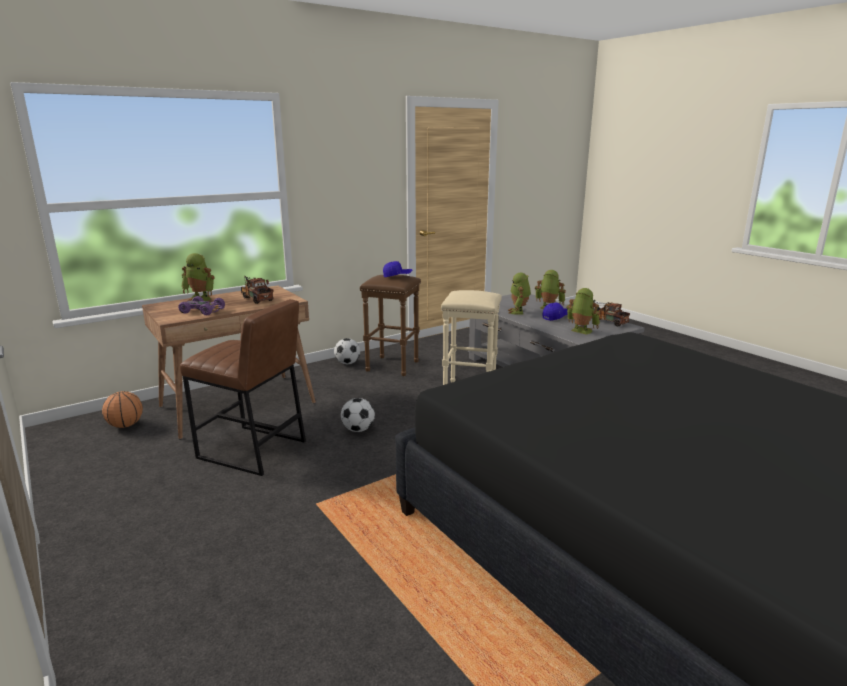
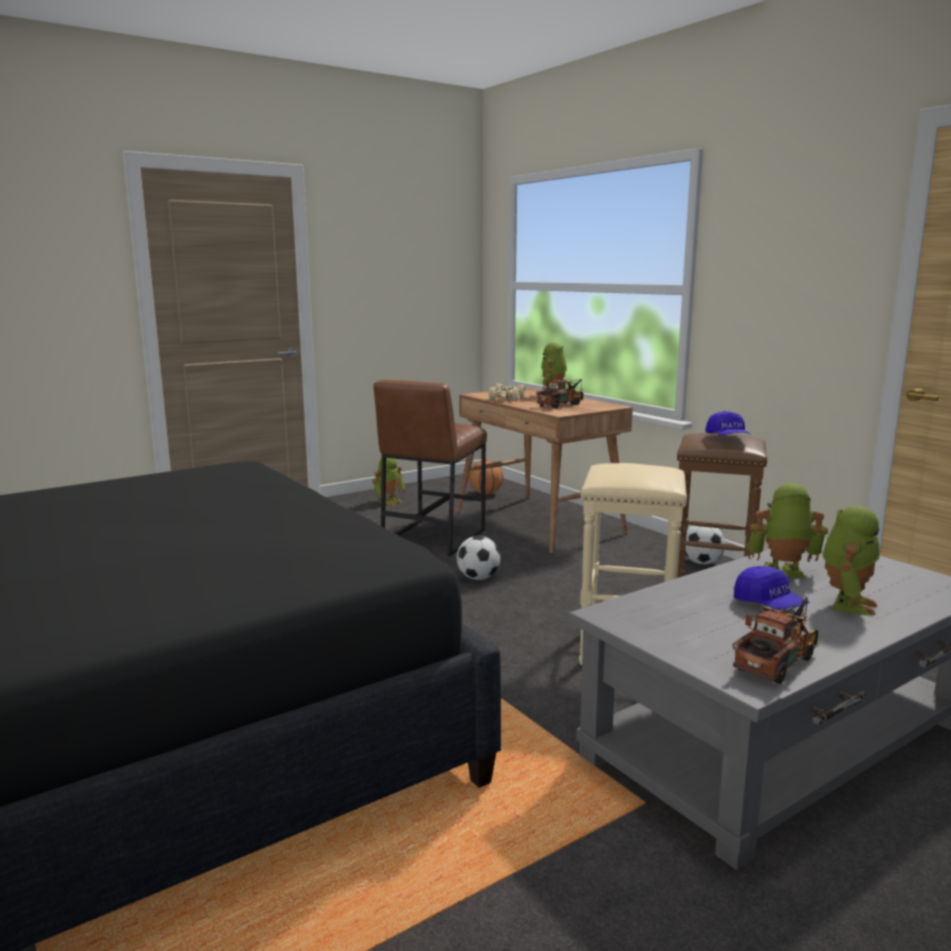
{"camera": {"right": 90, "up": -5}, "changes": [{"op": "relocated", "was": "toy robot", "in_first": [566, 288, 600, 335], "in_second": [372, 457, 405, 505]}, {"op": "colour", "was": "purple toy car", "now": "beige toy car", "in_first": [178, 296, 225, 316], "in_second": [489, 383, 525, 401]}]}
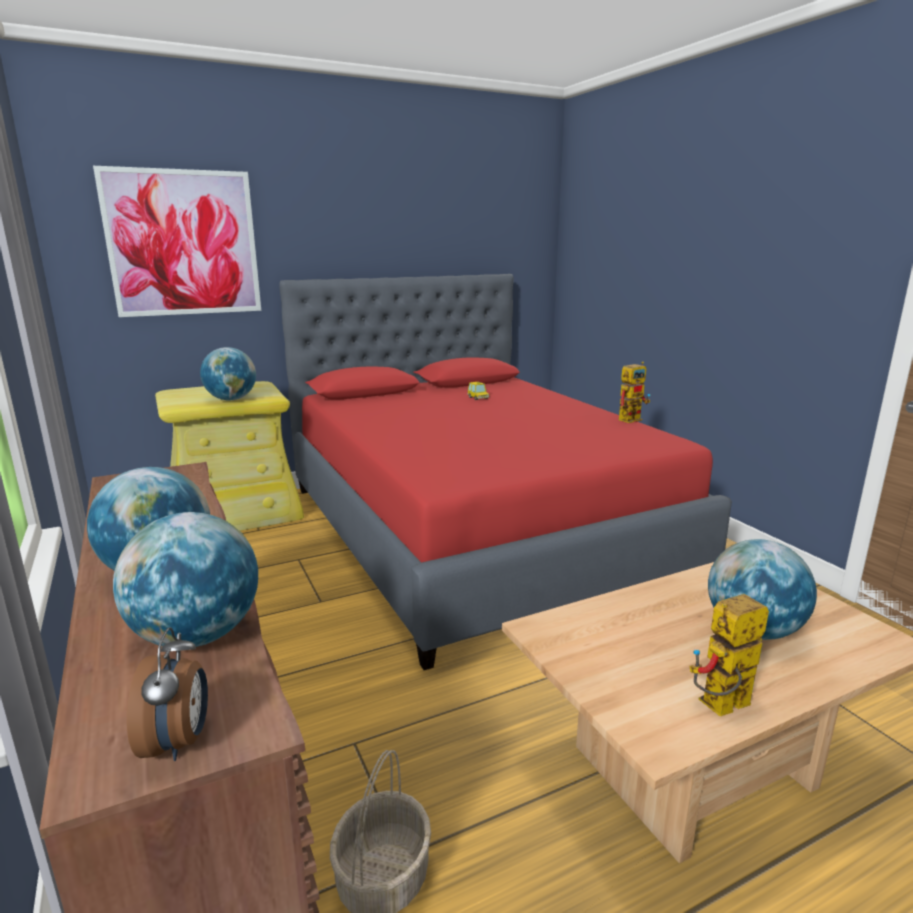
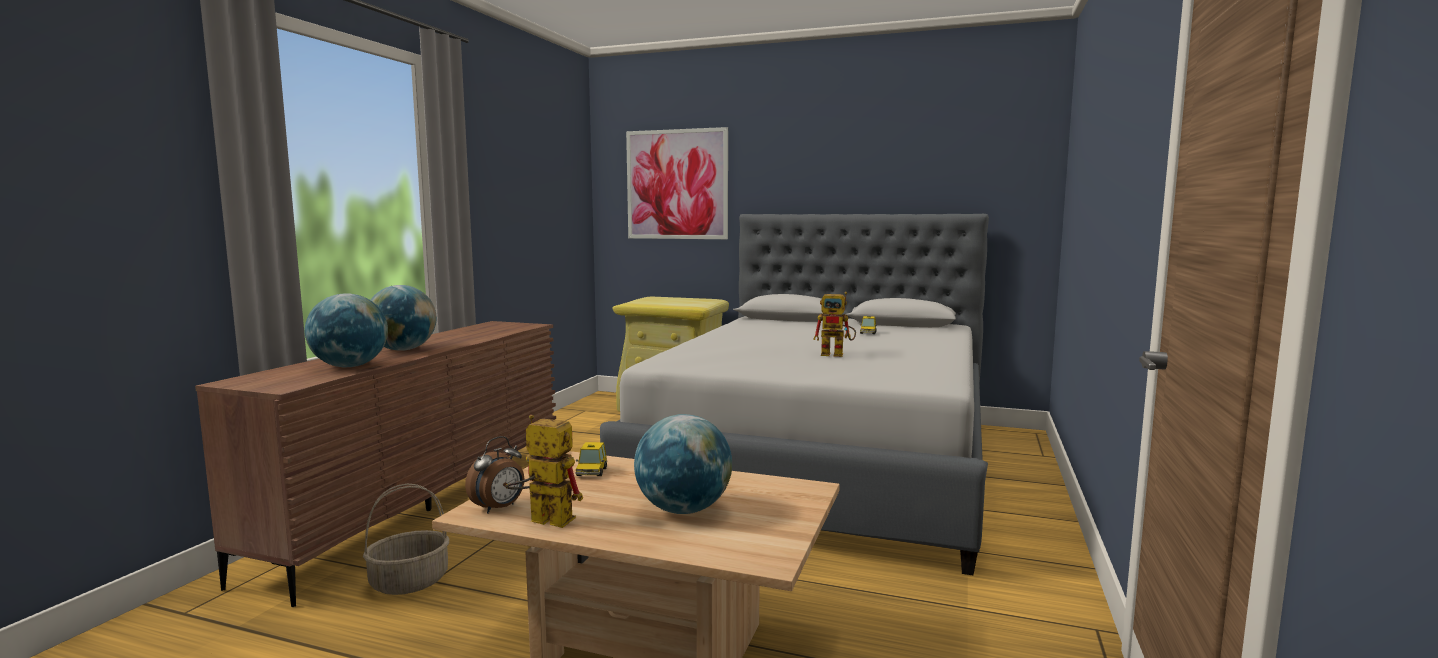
{"camera": {"right": 45, "up": -10}, "changes": [{"op": "relocated", "was": "alarm clock", "in_first": [127, 627, 208, 761], "in_second": [465, 436, 524, 514]}, {"op": "appeared", "now": "toy car", "in_second": [575, 442, 607, 476]}, {"op": "colour", "was": "red bed", "now": "grey bed", "in_first": [279, 274, 732, 670], "in_second": [600, 214, 989, 575]}, {"op": "relocated", "was": "toy robot", "in_first": [618, 362, 650, 423], "in_second": [813, 292, 856, 357]}, {"op": "missing", "was": "globe", "in_first": [200, 347, 256, 400]}]}
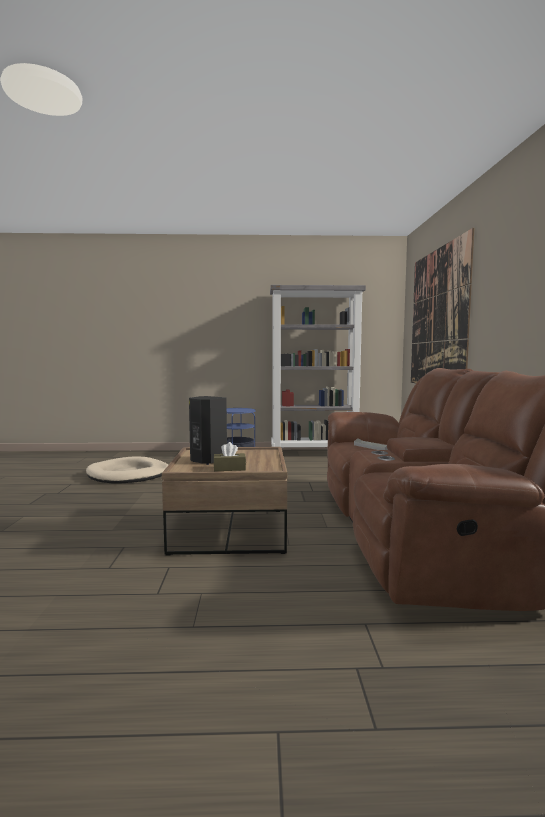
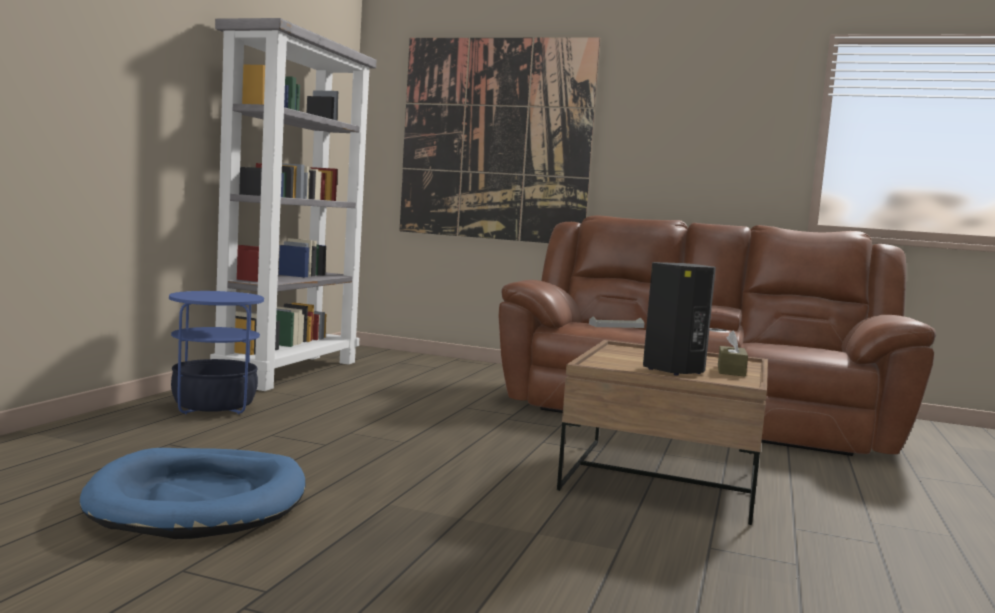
{"camera": {"right": -70, "up": 0}, "changes": [{"op": "colour", "was": "beige dog bed", "now": "blue dog bed", "in_first": [86, 456, 168, 484], "in_second": [80, 448, 305, 539]}]}
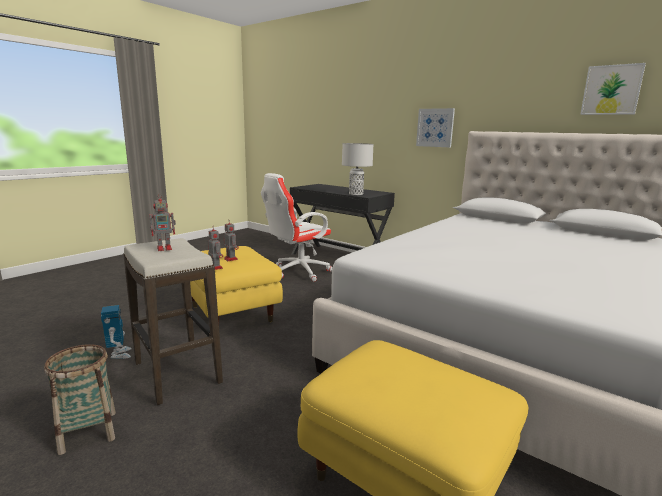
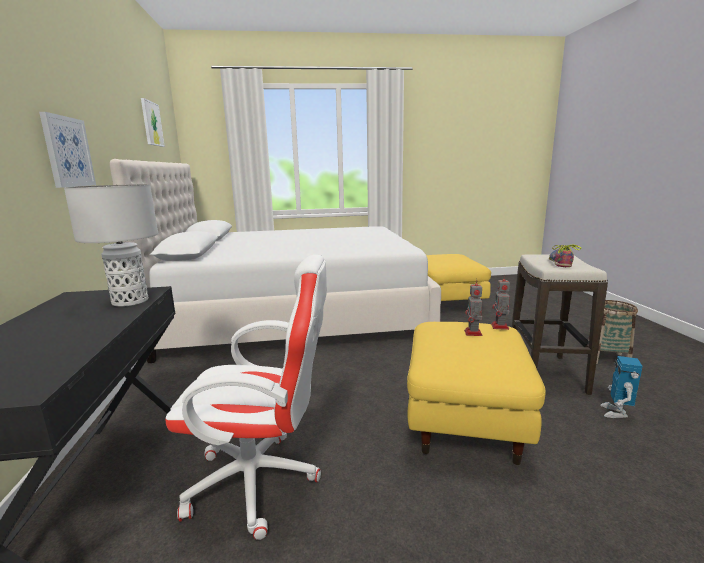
{"camera": {"right": -135, "up": 0}, "changes": [{"op": "exchanged", "was": "toy robot", "now": "shoe", "in_first": [149, 194, 176, 251], "in_second": [549, 245, 582, 267]}]}
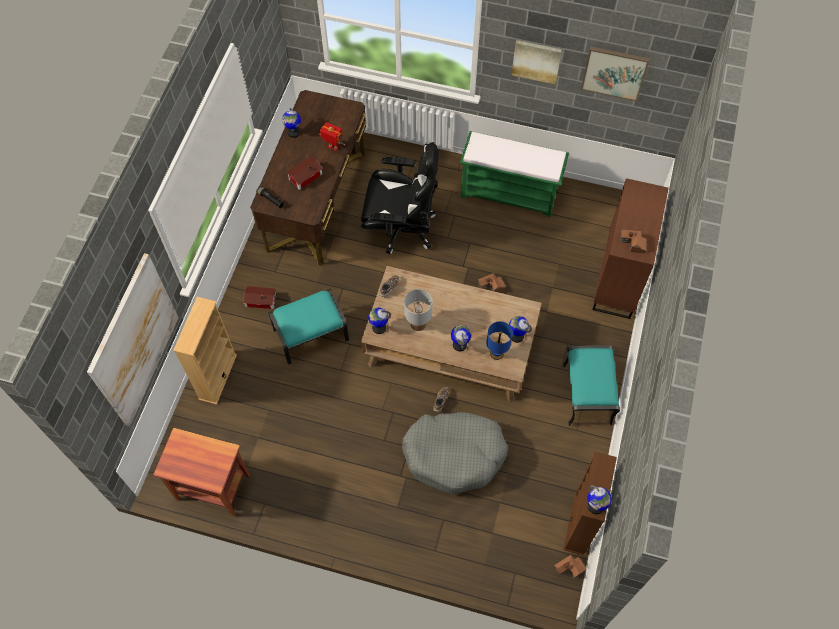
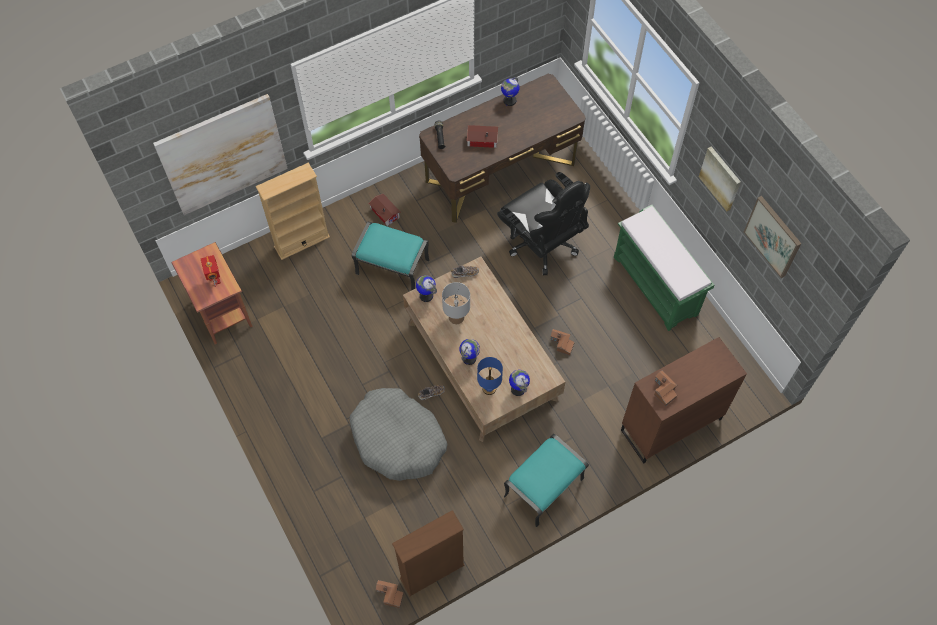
{"camera": {"right": 45, "up": 0}, "changes": [{"op": "relocated", "was": "toy robot", "in_first": [319, 122, 345, 151], "in_second": [201, 255, 221, 287]}, {"op": "missing", "was": "globe", "in_first": [588, 485, 612, 514]}]}
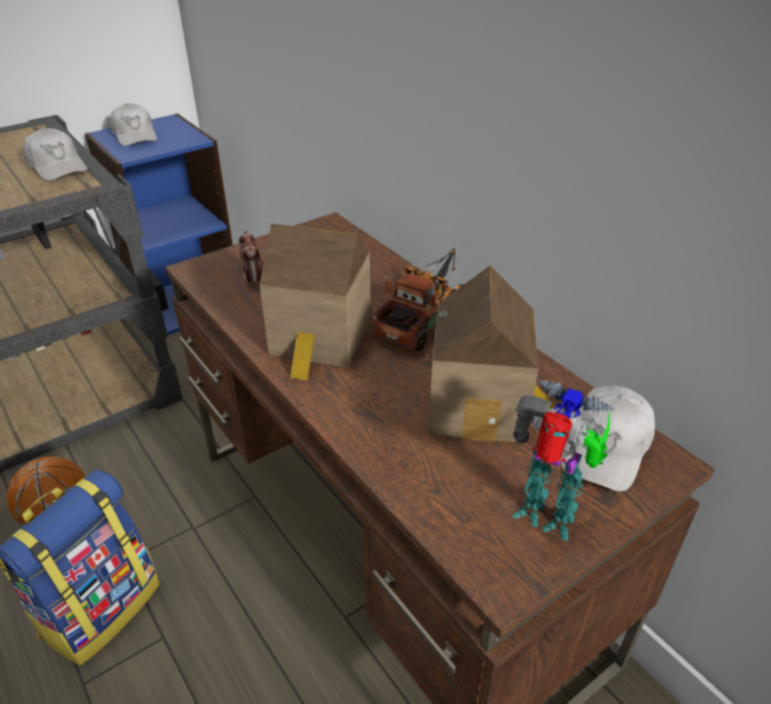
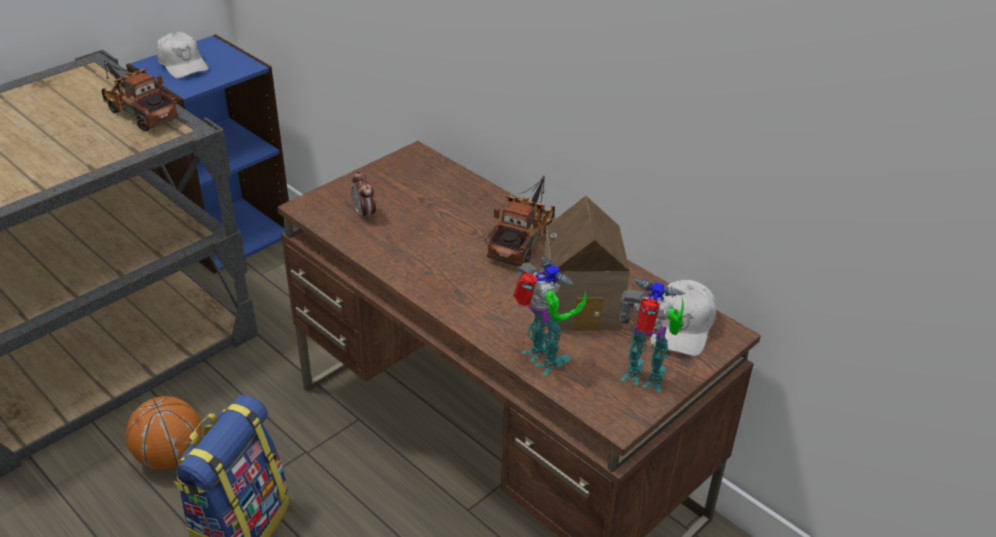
{"camera": {"right": -10, "up": 0}, "changes": [{"op": "exchanged", "was": "white cap", "now": "toy truck", "in_first": [23, 128, 88, 181], "in_second": [102, 61, 179, 131]}, {"op": "appeared", "now": "toy robot", "in_second": [513, 257, 587, 375]}, {"op": "missing", "was": "toy house", "in_first": [259, 224, 371, 380]}]}
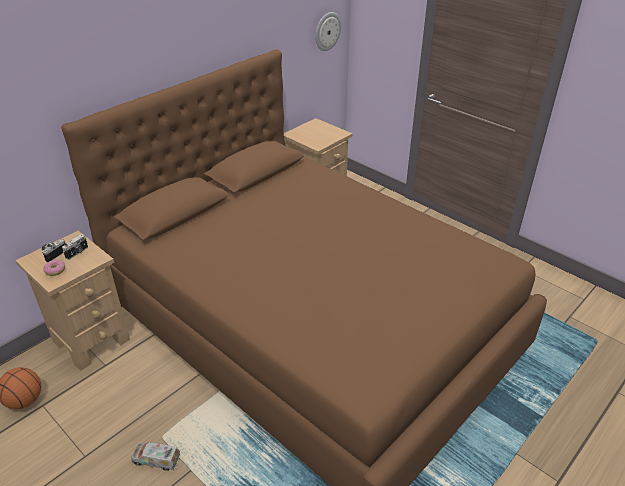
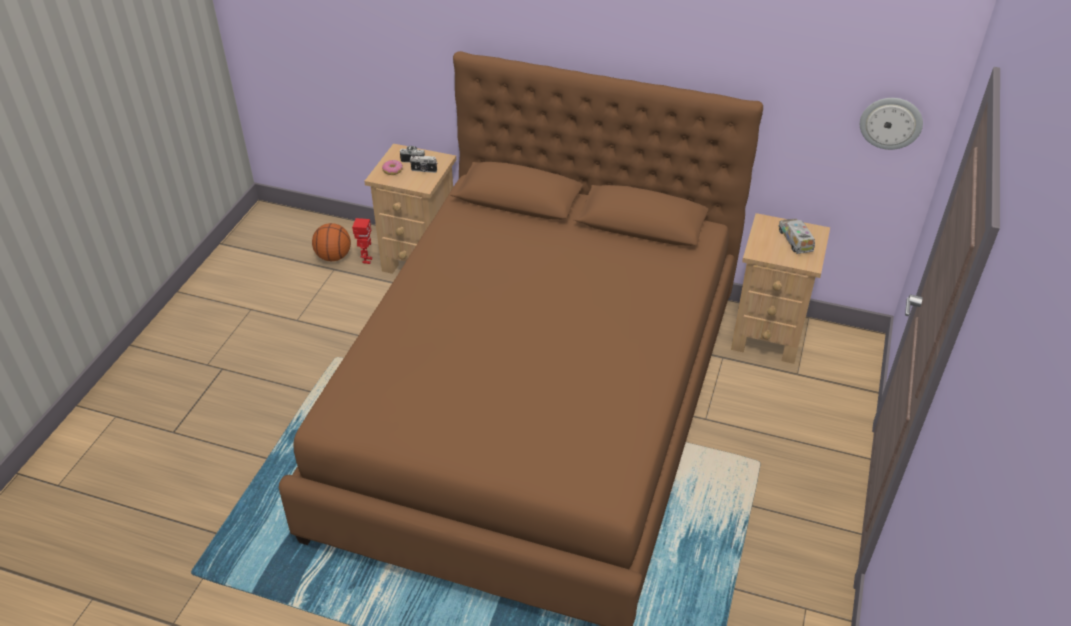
{"camera": {"right": 65, "up": 5}, "changes": [{"op": "appeared", "now": "toy robot", "in_second": [352, 218, 373, 264]}, {"op": "relocated", "was": "toy truck", "in_first": [131, 442, 181, 471], "in_second": [778, 219, 815, 254]}]}
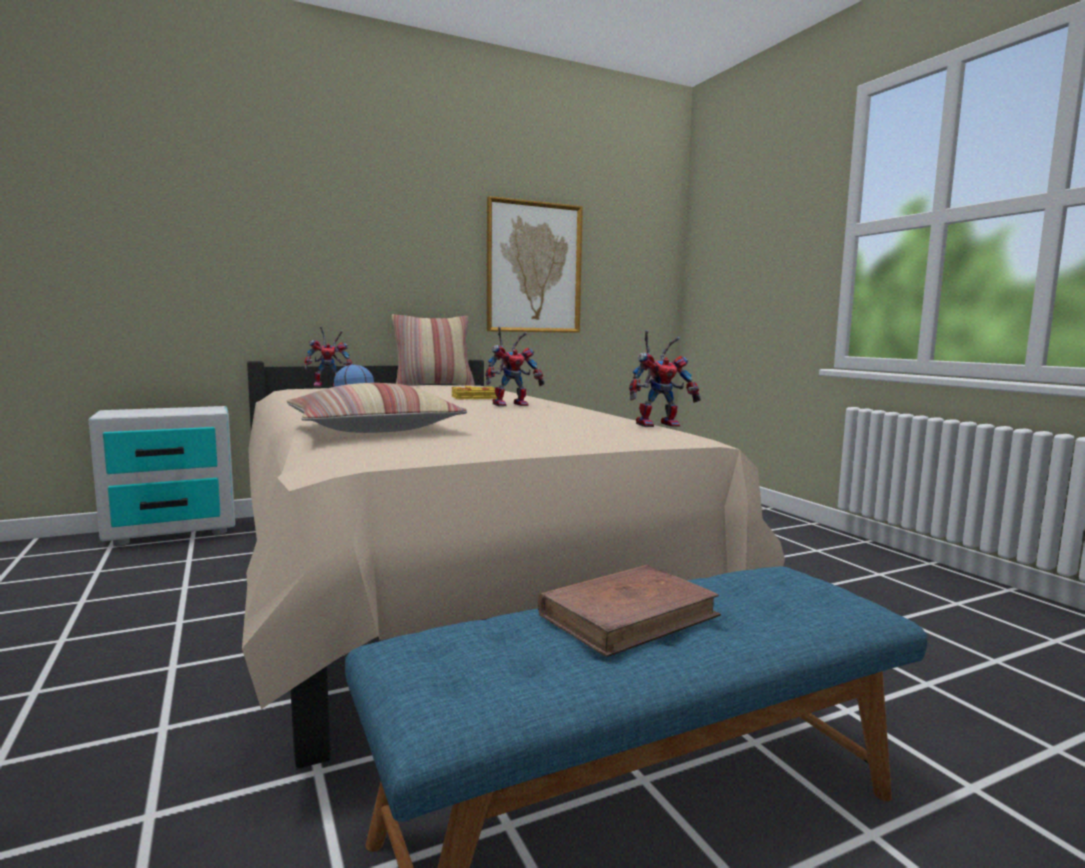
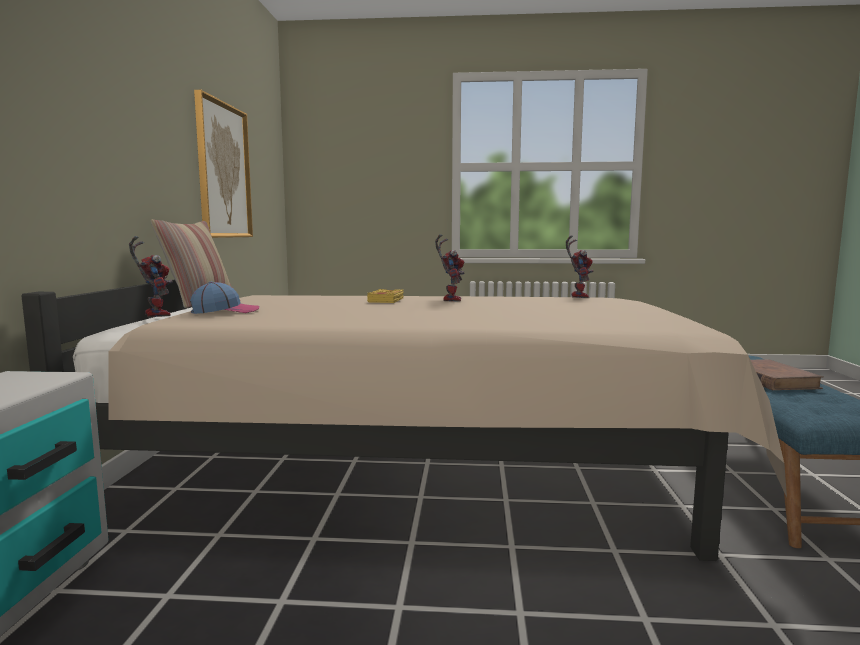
{"camera": {"right": -60, "up": 0}, "changes": [{"op": "spun", "was": "toy robot", "in_first": [305, 326, 352, 387], "in_second": [129, 236, 173, 317], "clockwise": -45}, {"op": "missing", "was": "pillow", "in_first": [287, 383, 467, 433]}]}
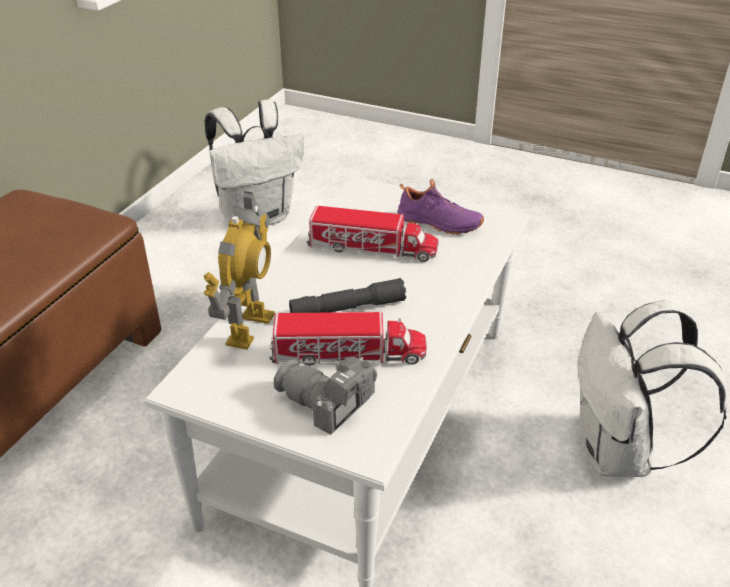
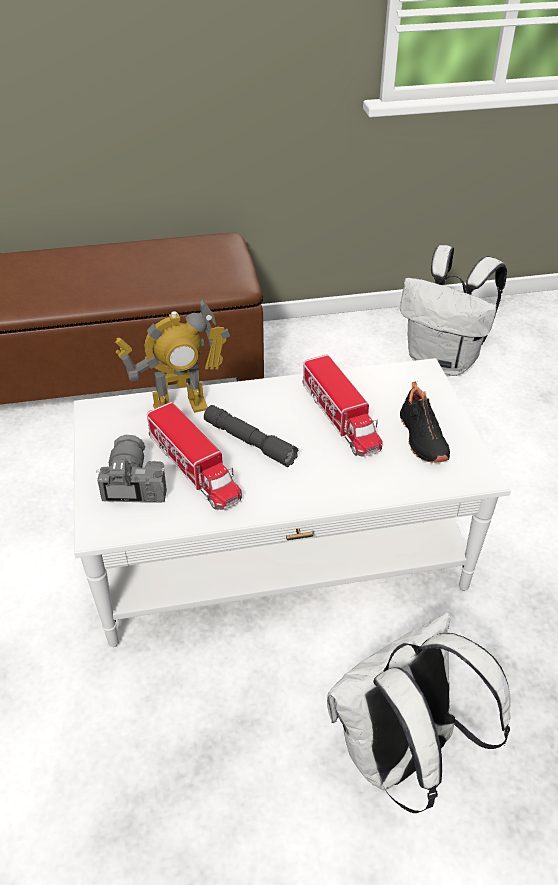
{"camera": {"right": 55, "up": 5}, "changes": [{"op": "colour", "was": "purple shoe", "now": "black shoe", "in_first": [397, 179, 484, 234], "in_second": [400, 382, 450, 463]}]}
